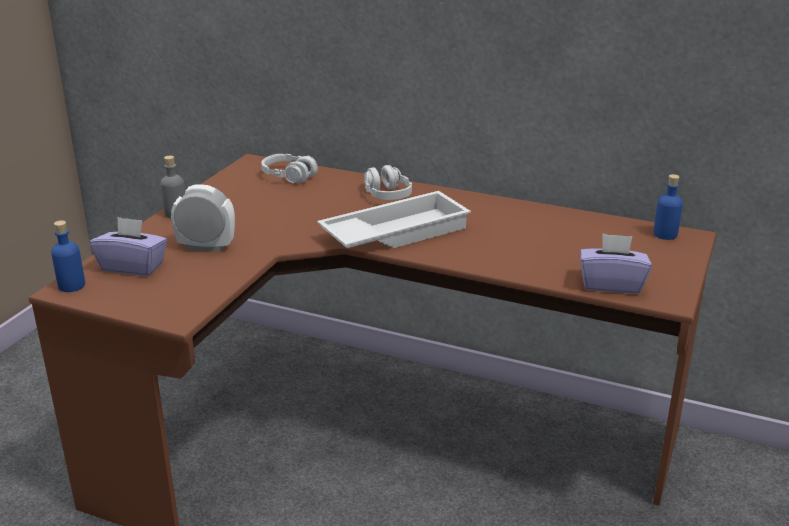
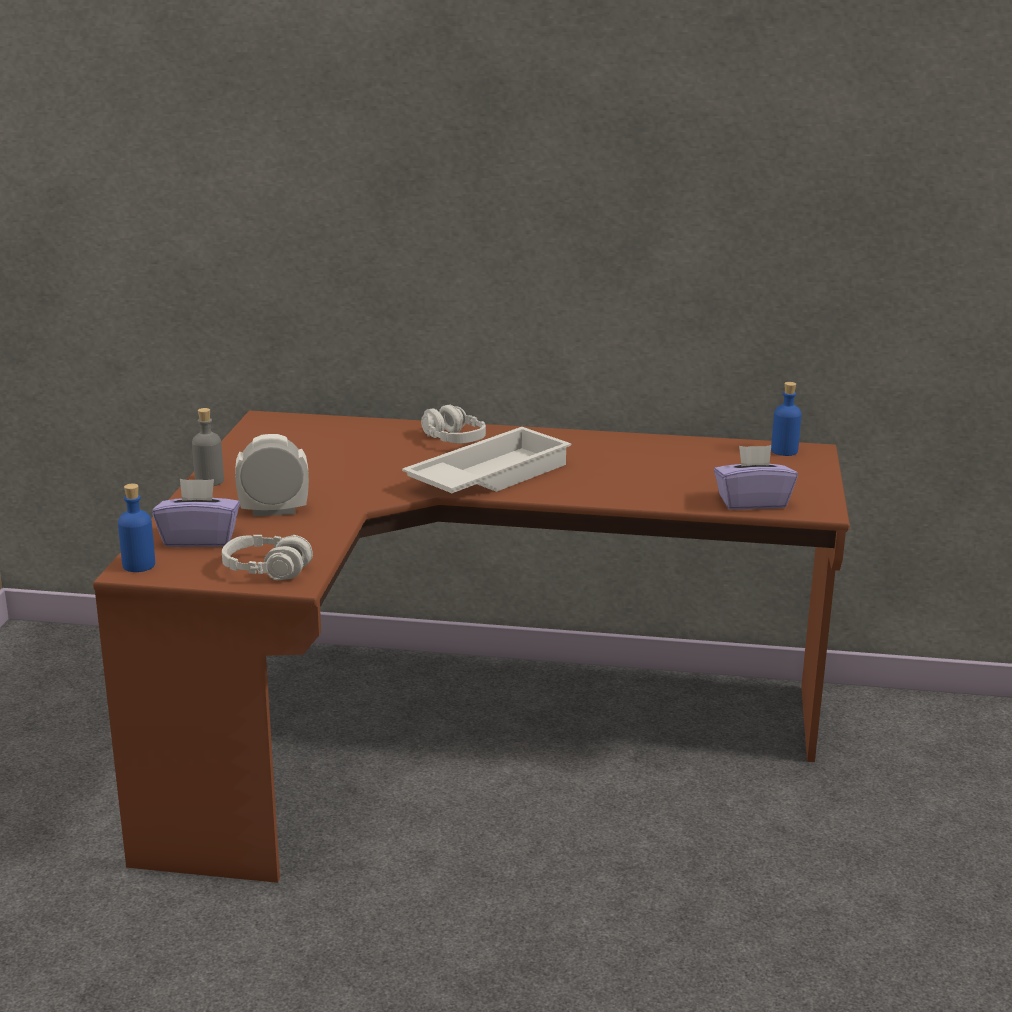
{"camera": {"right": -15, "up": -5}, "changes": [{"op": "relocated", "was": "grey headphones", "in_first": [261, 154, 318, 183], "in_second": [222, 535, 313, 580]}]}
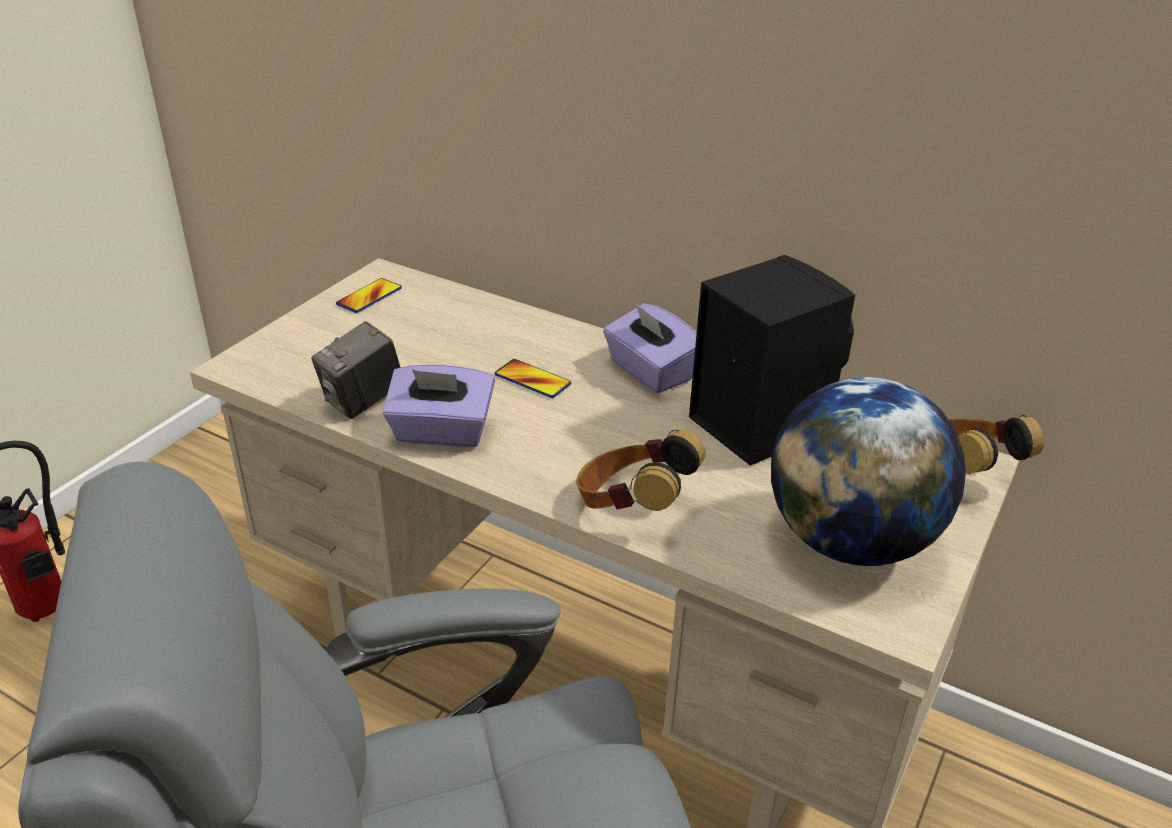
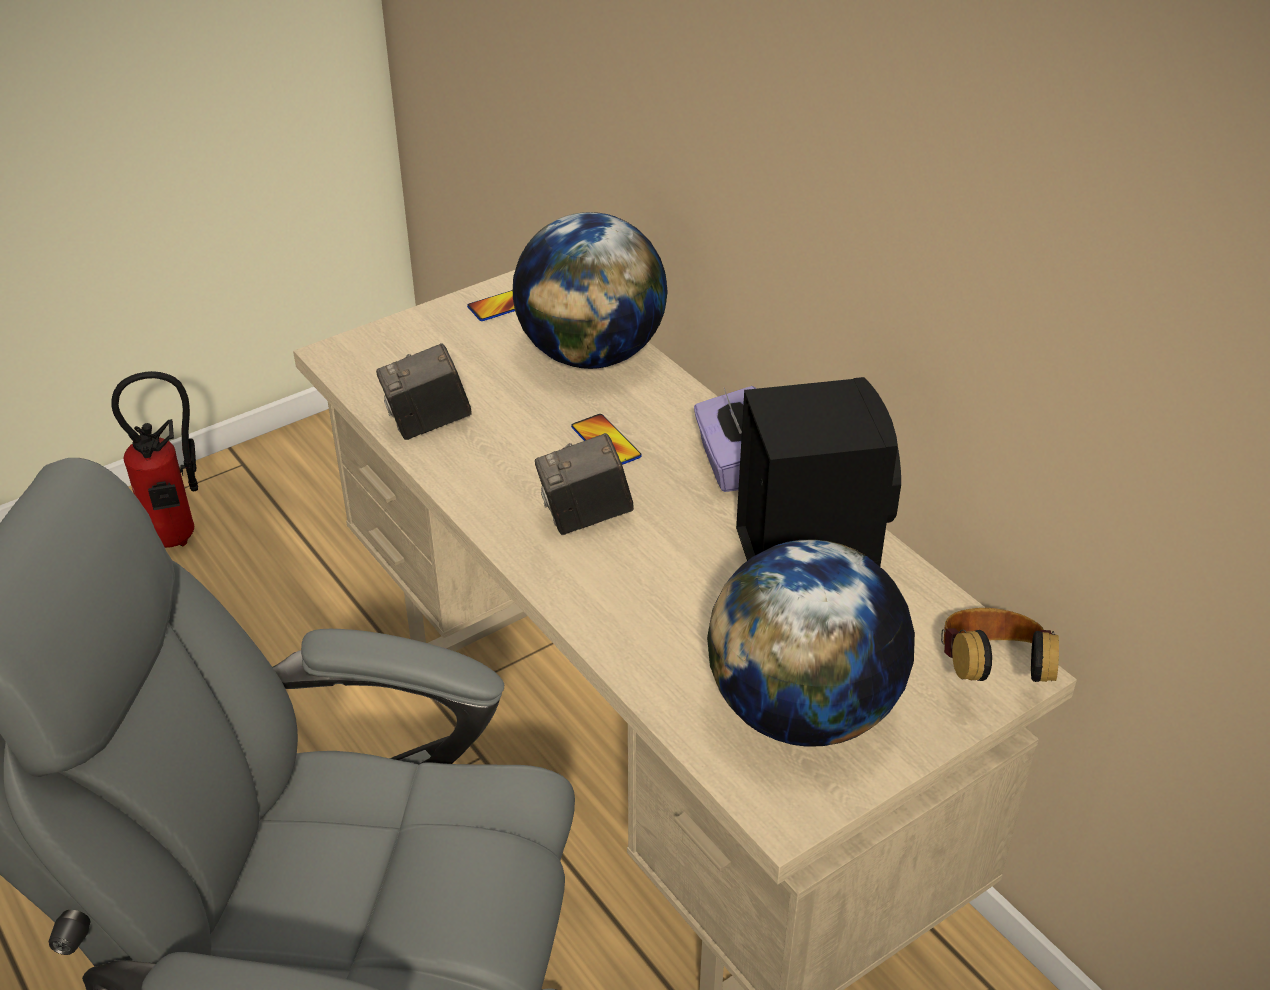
{"camera": {"right": 25, "up": 5}, "changes": [{"op": "appeared", "now": "globe", "in_second": [513, 212, 668, 369]}, {"op": "appeared", "now": "photo camera", "in_second": [535, 433, 634, 535]}, {"op": "missing", "was": "purple tissue box", "in_first": [382, 365, 495, 447]}, {"op": "missing", "was": "headphones", "in_first": [576, 429, 706, 511]}]}
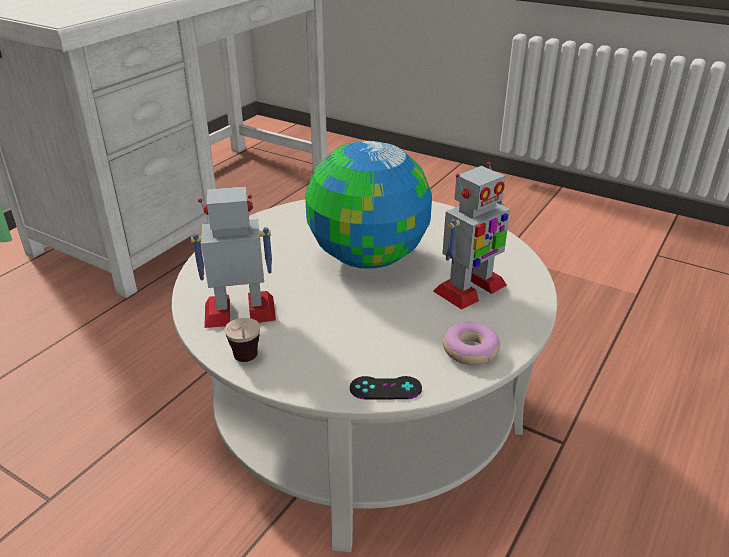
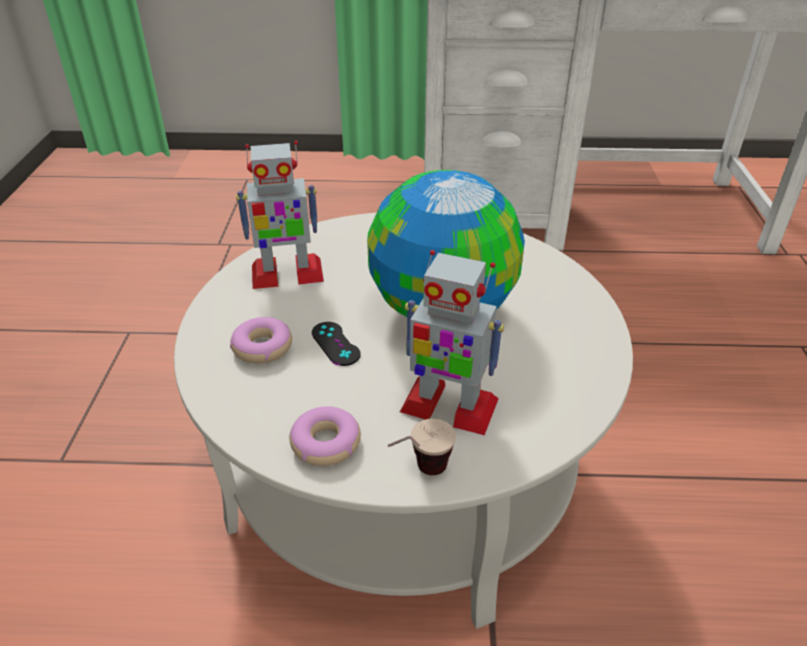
{"camera": {"right": 60, "up": 5}, "changes": [{"op": "appeared", "now": "donut", "in_second": [230, 317, 292, 364]}, {"op": "spun", "was": "toy robot", "in_first": [191, 186, 276, 328], "in_second": [236, 141, 324, 289], "clockwise": 120}, {"op": "relocated", "was": "black game controller", "in_first": [350, 376, 422, 399], "in_second": [312, 322, 361, 366]}, {"op": "relocated", "was": "cup", "in_first": [224, 318, 260, 362], "in_second": [388, 419, 456, 475]}]}
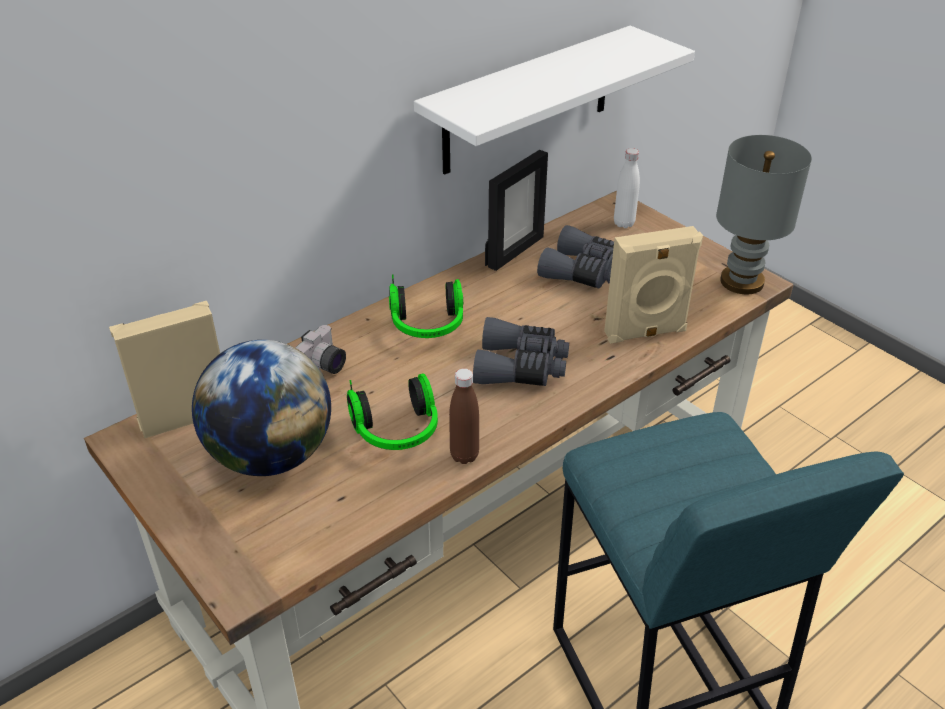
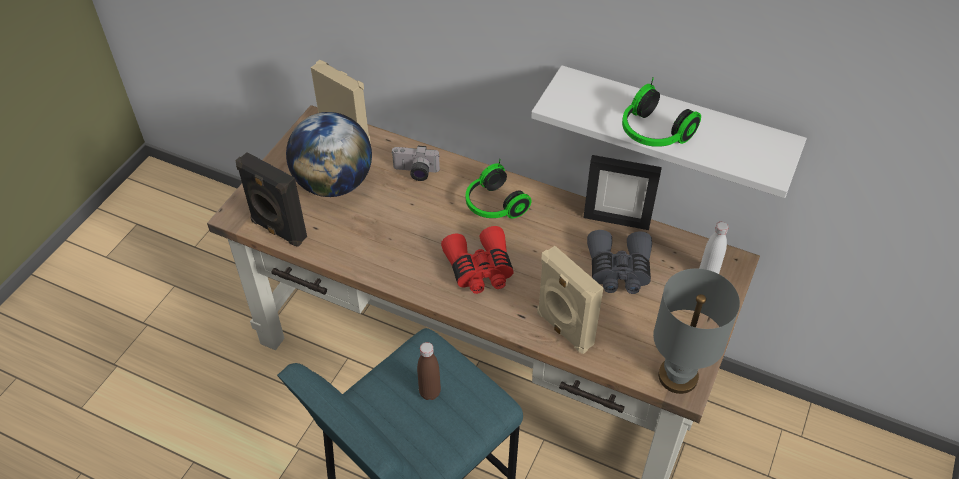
{"camera": {"right": 65, "up": 10}, "changes": [{"op": "appeared", "now": "black speaker", "in_second": [235, 152, 307, 247]}, {"op": "relocated", "was": "brown bottle", "in_first": [449, 368, 479, 464], "in_second": [417, 342, 441, 400]}, {"op": "colour", "was": "grey binoculars", "now": "red binoculars", "in_first": [473, 317, 569, 386], "in_second": [441, 226, 514, 294]}, {"op": "relocated", "was": "headphones", "in_first": [347, 373, 438, 450], "in_second": [622, 77, 701, 147]}]}
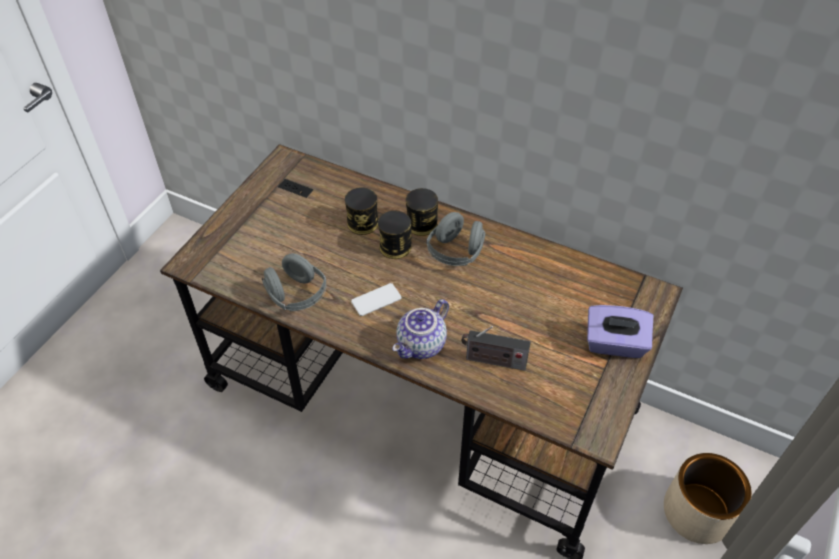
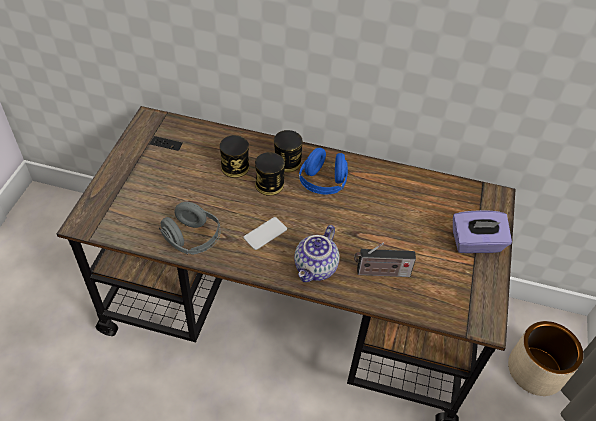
{"camera": {"right": -15, "up": 0}, "changes": [{"op": "colour", "was": "grey headphones", "now": "blue headphones", "in_first": [426, 212, 485, 266], "in_second": [299, 148, 348, 194]}]}
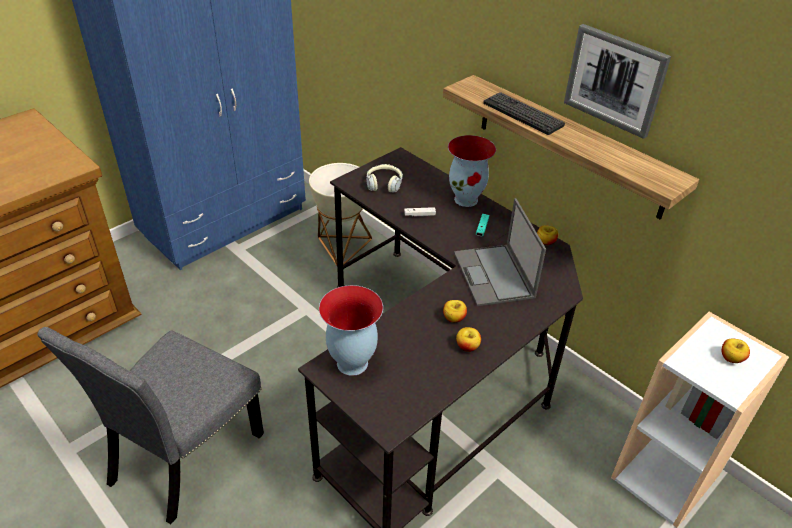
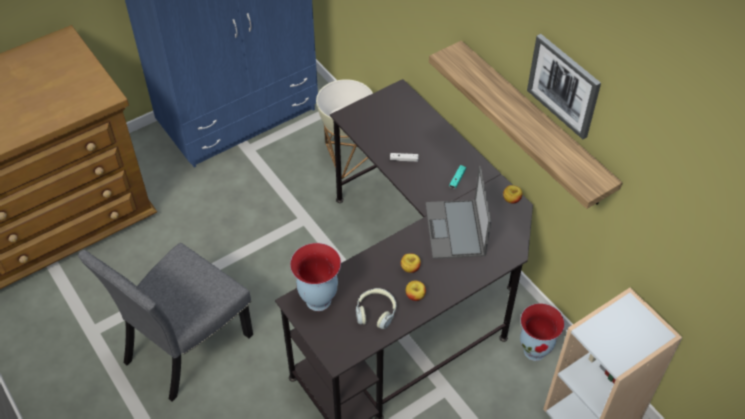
{"camera": {"right": 10, "up": 10}, "changes": [{"op": "relocated", "was": "headphones", "in_first": [366, 164, 403, 193], "in_second": [356, 288, 396, 329]}, {"op": "relocated", "was": "vase", "in_first": [448, 135, 496, 207], "in_second": [520, 303, 565, 361]}, {"op": "missing", "was": "keyboard", "in_first": [483, 92, 565, 135]}, {"op": "missing", "was": "apple", "in_first": [722, 339, 750, 363]}]}
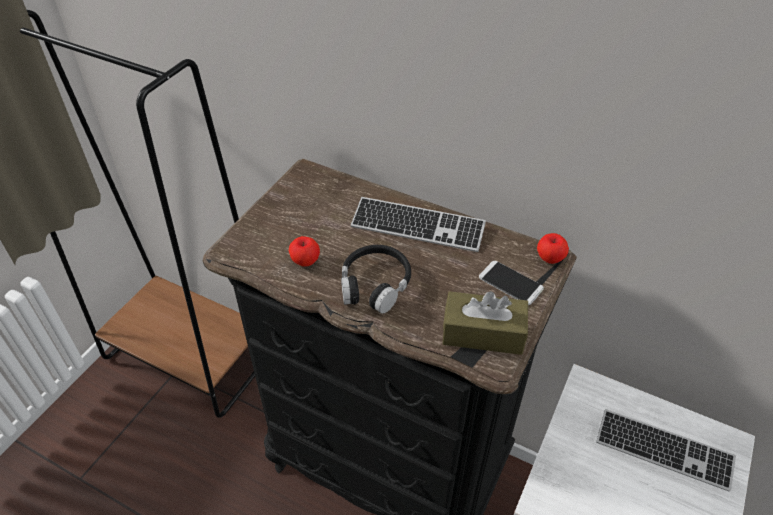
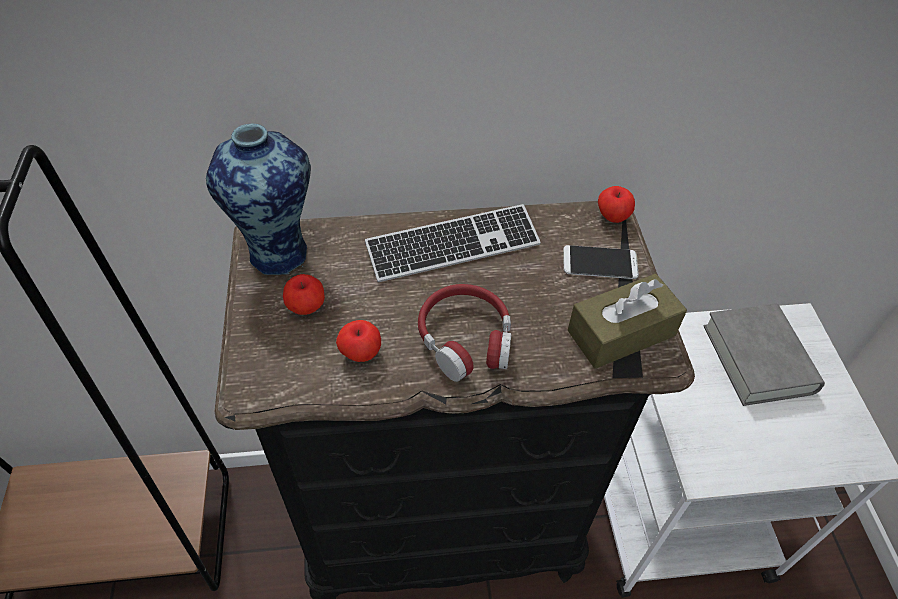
{"camera": {"right": -35, "up": 5}, "changes": [{"op": "appeared", "now": "vase", "in_second": [206, 123, 311, 275]}, {"op": "appeared", "now": "apple", "in_second": [283, 274, 325, 315]}, {"op": "colour", "was": "black headphones", "now": "red headphones", "in_first": [341, 245, 411, 314], "in_second": [418, 284, 511, 382]}, {"op": "exchanged", "was": "keyboard", "now": "grey book", "in_first": [596, 409, 736, 492], "in_second": [704, 304, 825, 406]}]}
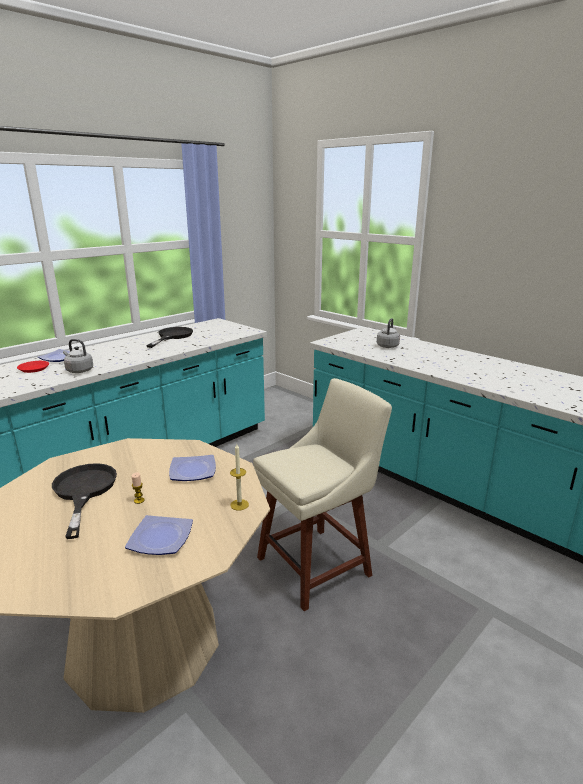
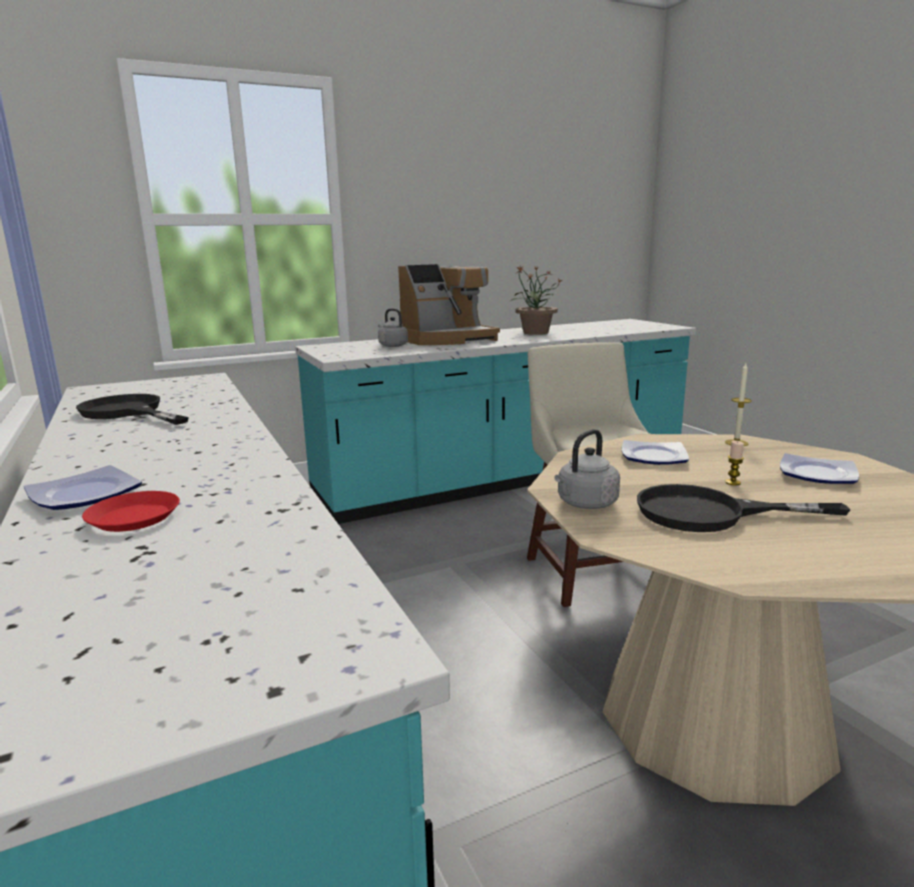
{"camera": {"right": -70, "up": -5}, "changes": [{"op": "appeared", "now": "coffee machine", "in_second": [398, 264, 500, 345]}, {"op": "appeared", "now": "potted plant", "in_second": [510, 265, 563, 335]}, {"op": "relocated", "was": "grey kettle", "in_first": [63, 339, 93, 373], "in_second": [554, 429, 620, 509]}]}
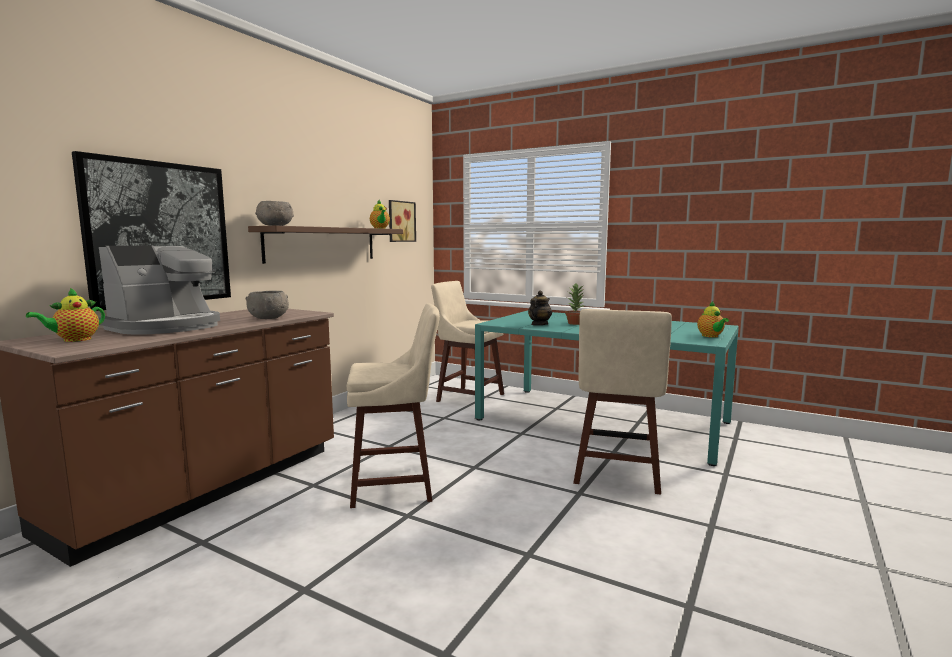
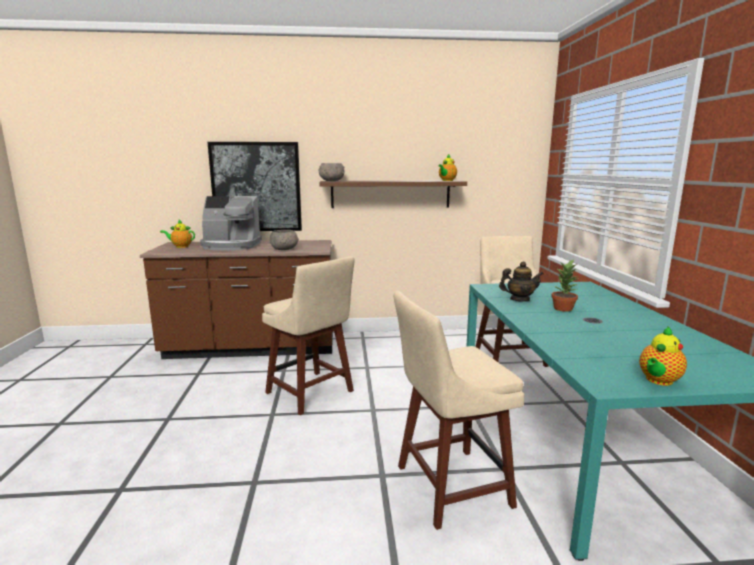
{"camera": {"right": 55, "up": 5}, "changes": [{"op": "missing", "was": "picture", "in_first": [389, 200, 416, 242]}]}
